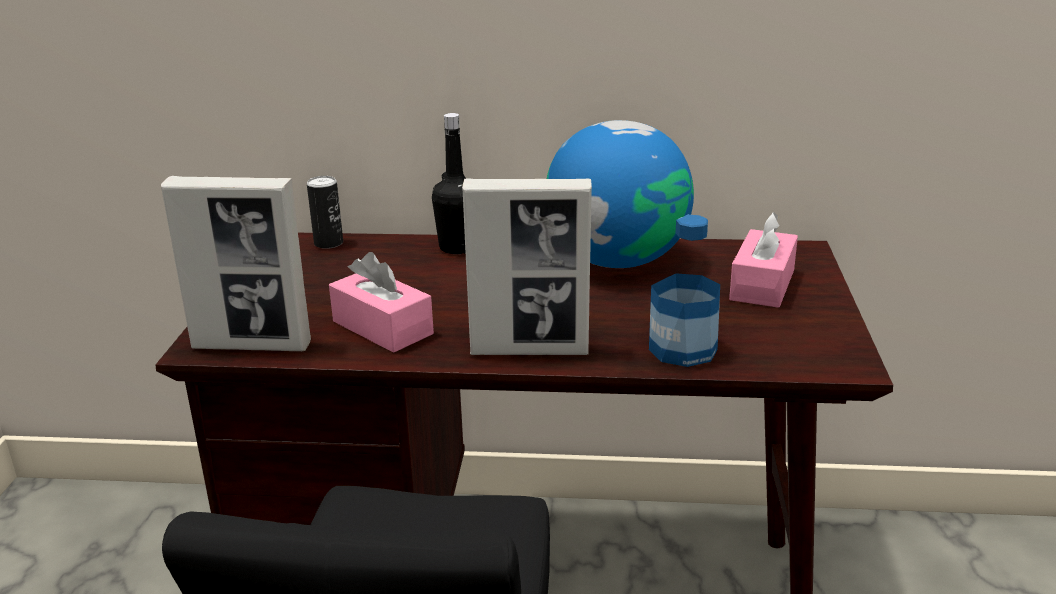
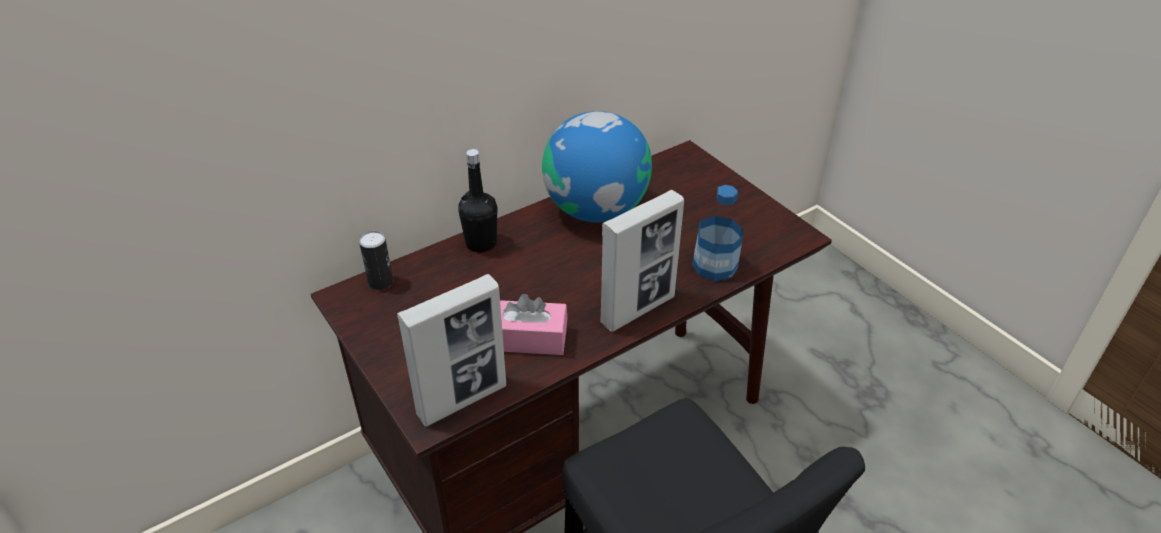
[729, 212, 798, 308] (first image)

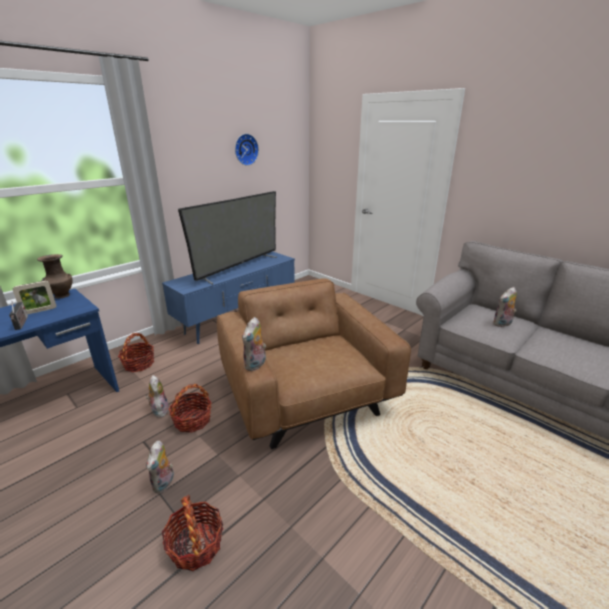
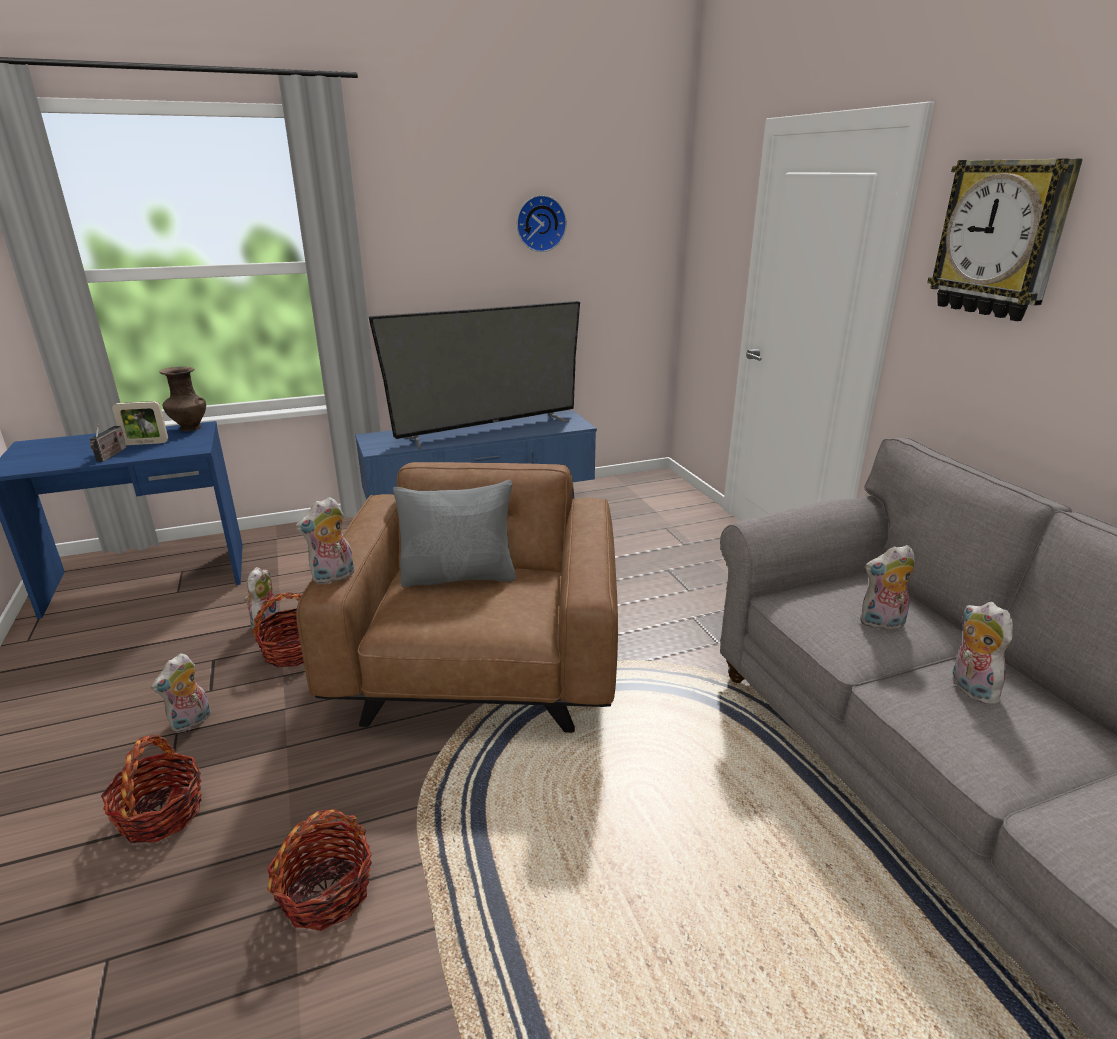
[393, 480, 516, 587]
[927, 158, 1083, 321]
[952, 602, 1013, 705]
[267, 809, 372, 931]

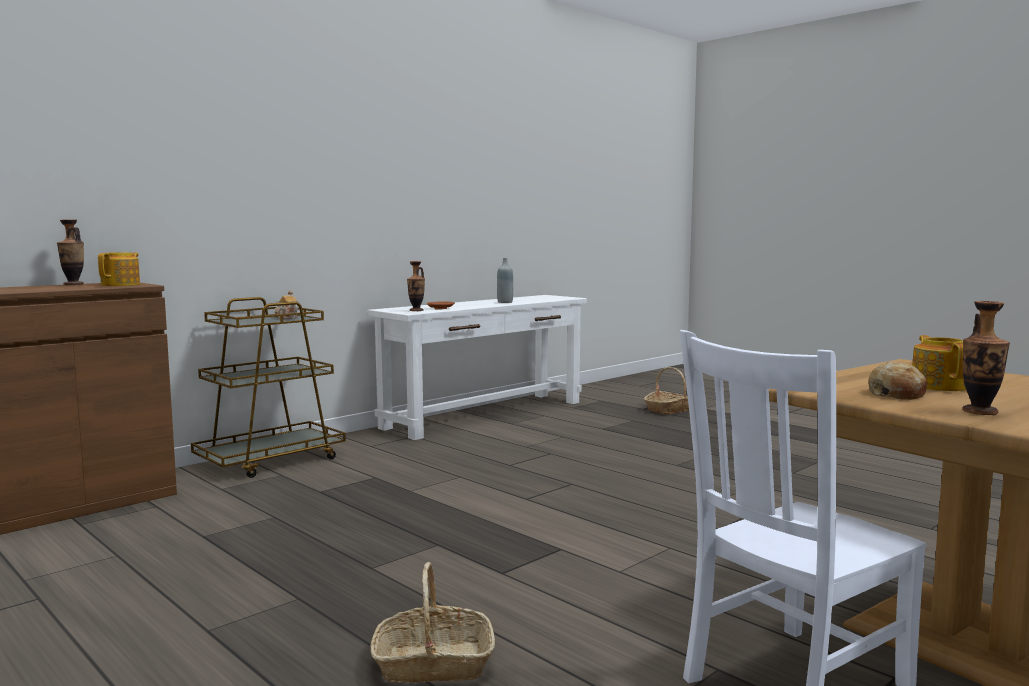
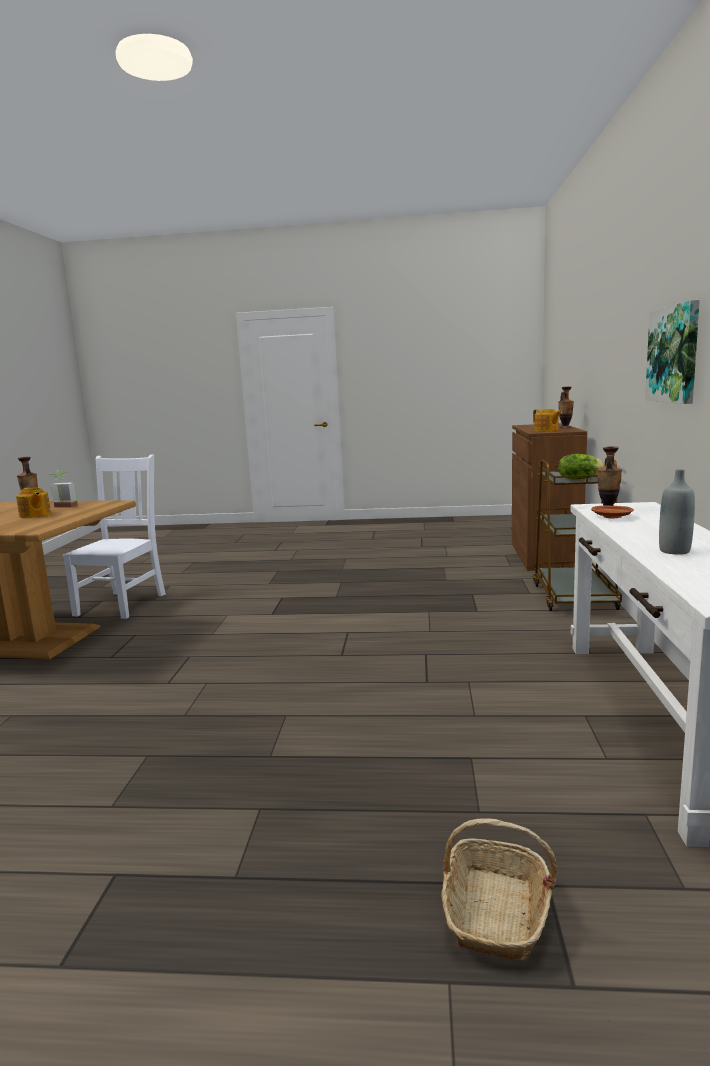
[371, 562, 495, 682] (first image)
[645, 300, 700, 404]
[558, 454, 605, 479]
[51, 470, 78, 508]

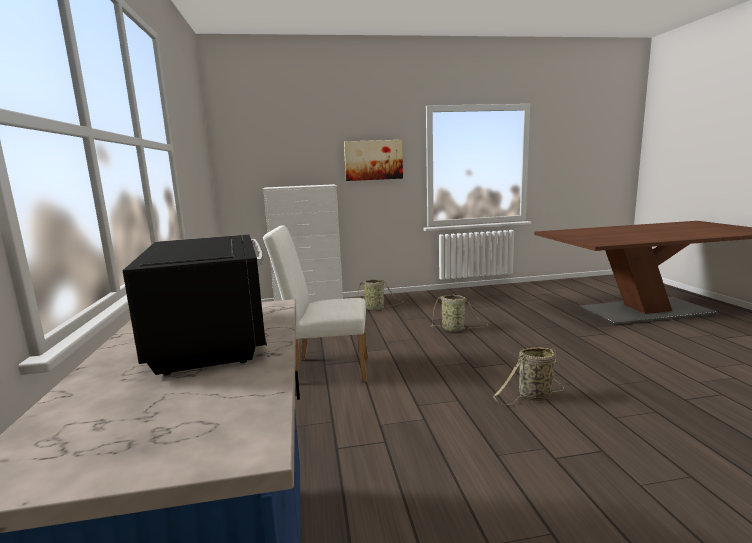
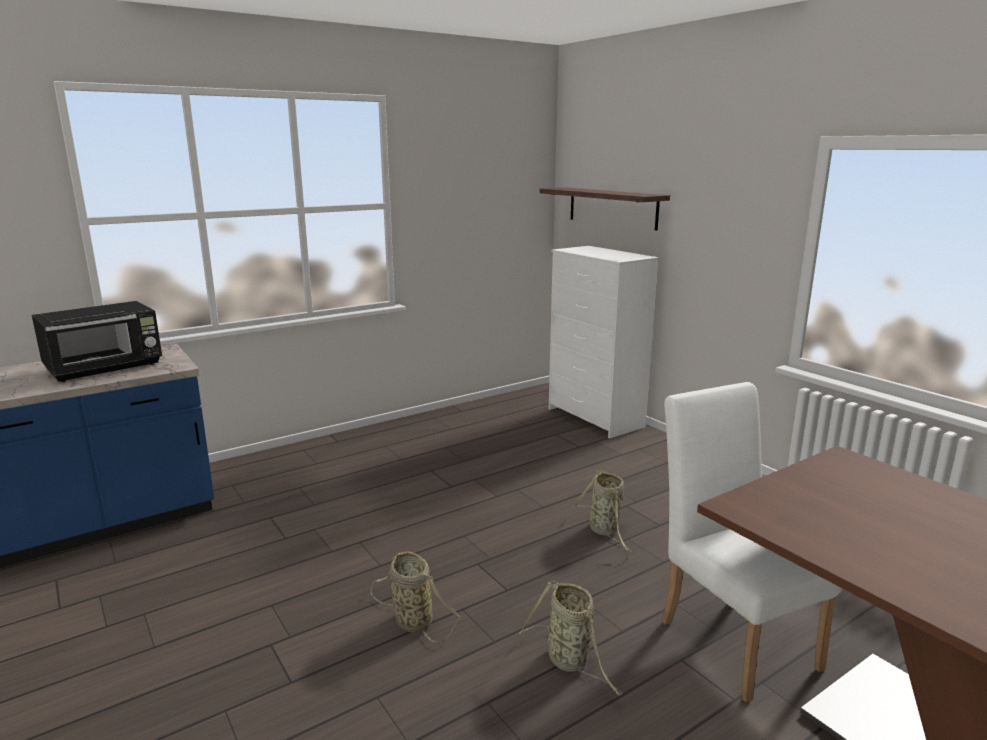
[344, 140, 403, 181] (first image)
[539, 187, 670, 231]
[662, 382, 842, 703]
[519, 581, 622, 695]

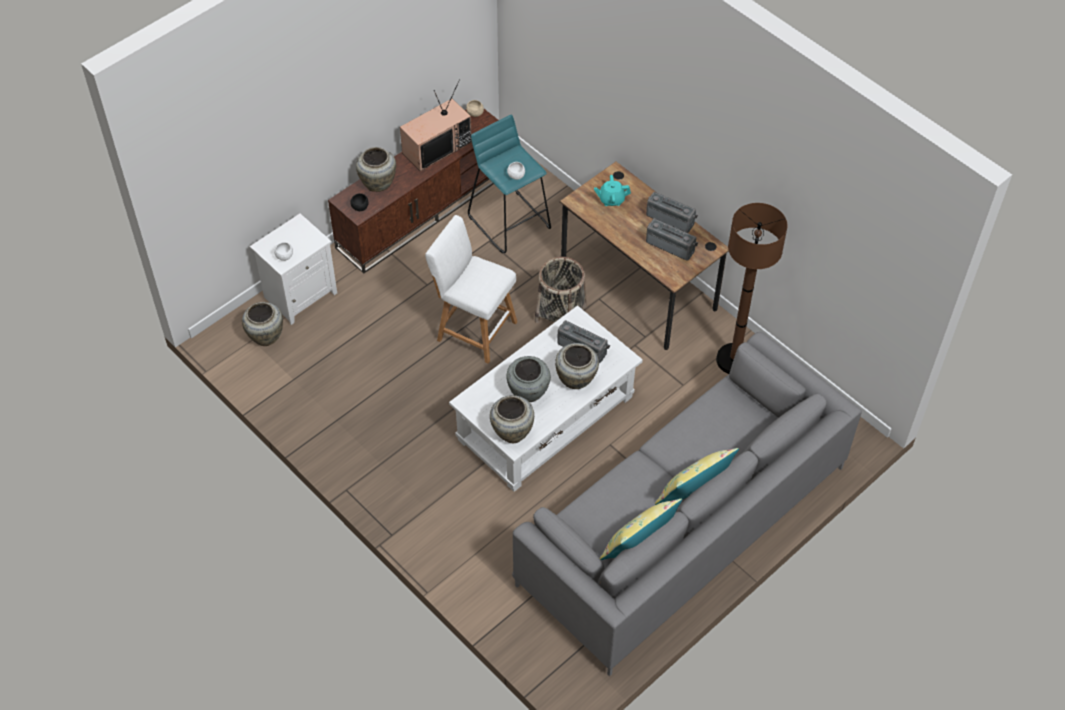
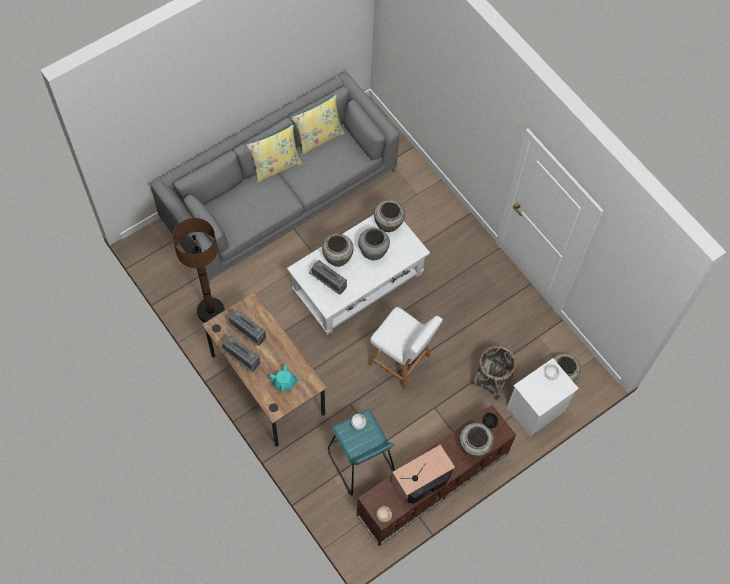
[471, 346, 516, 401]

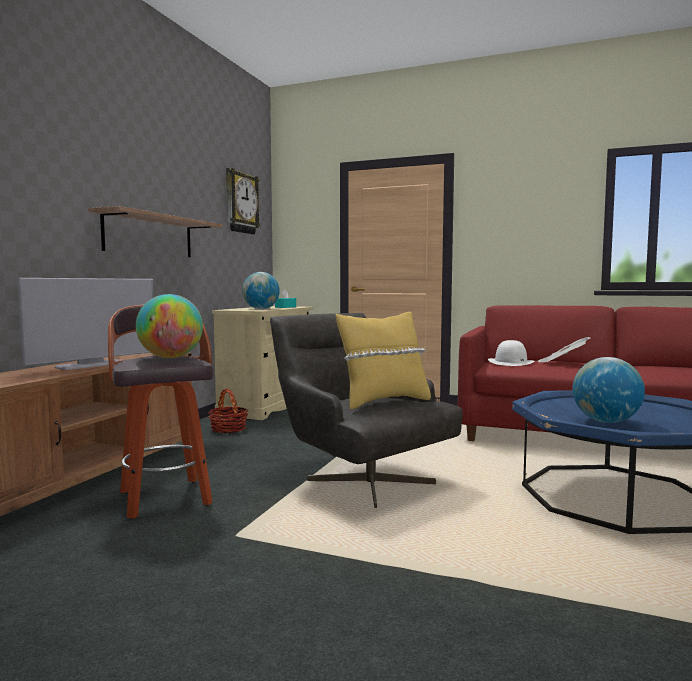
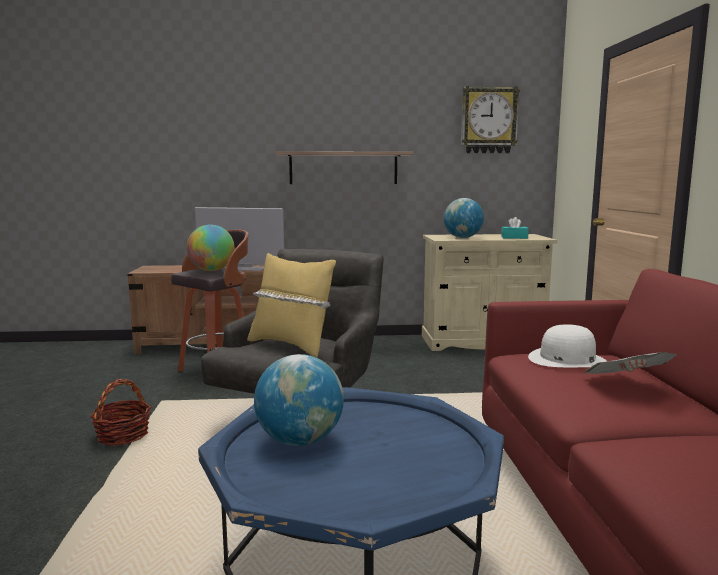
[90, 379, 151, 446]

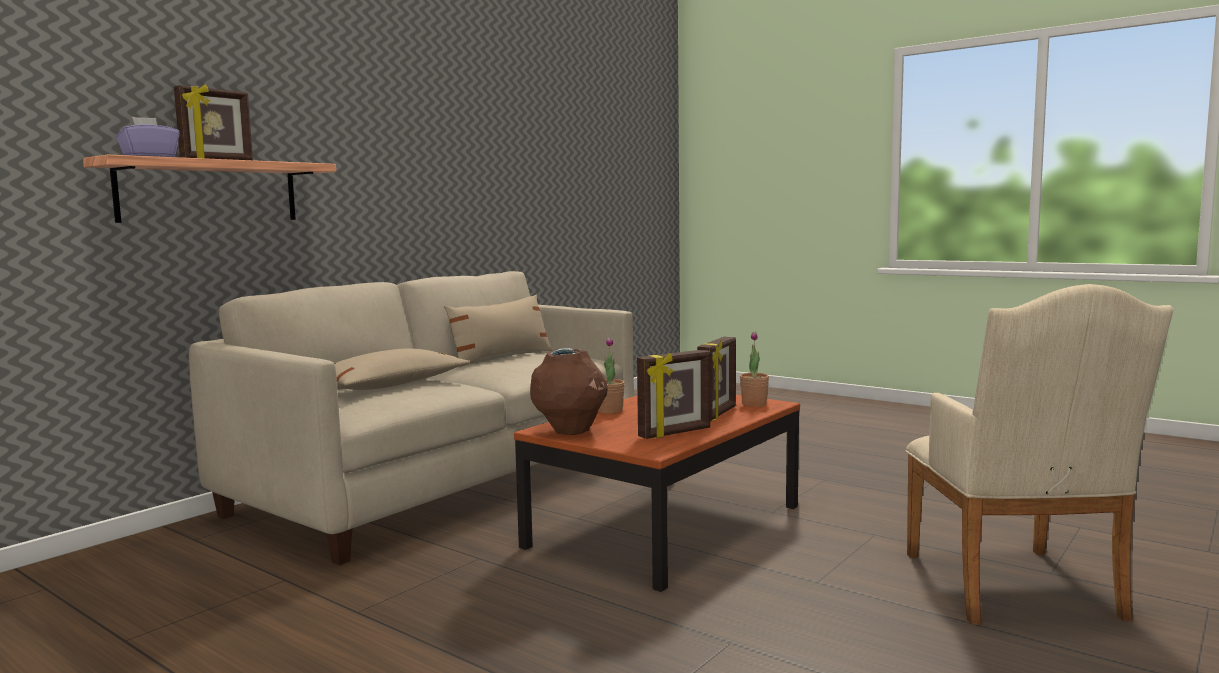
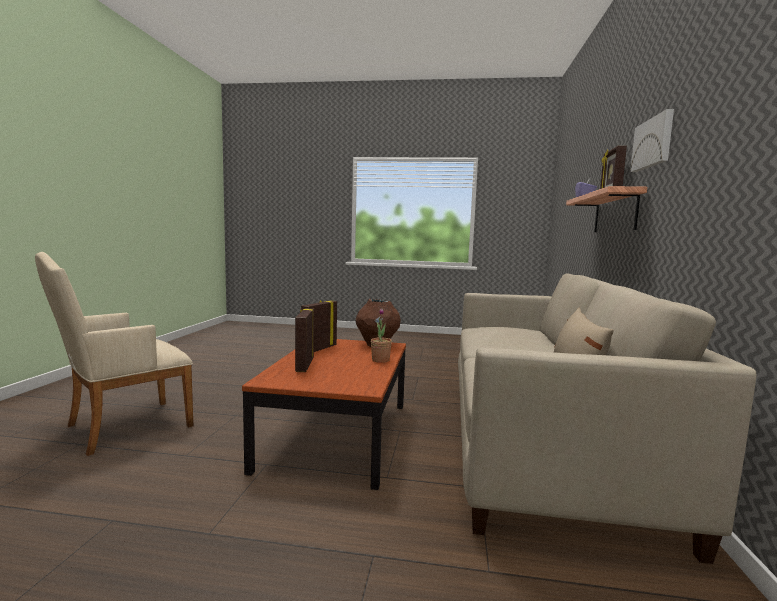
[334, 349, 470, 390] (first image)
[740, 331, 769, 407] (first image)
[630, 109, 674, 172]
[35, 252, 193, 456]

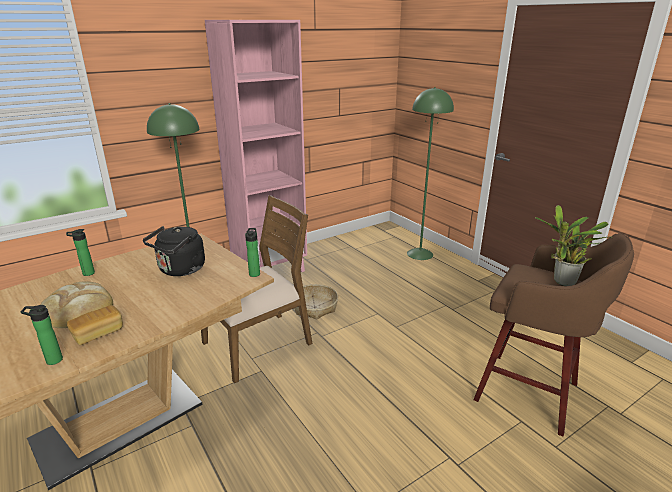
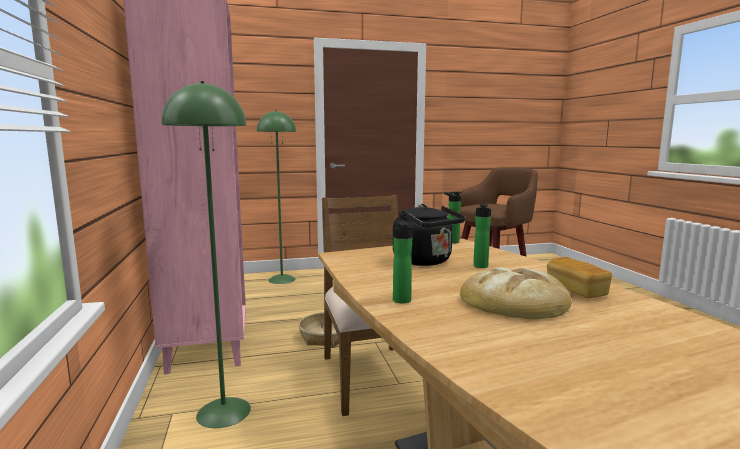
[535, 205, 612, 286] (first image)
[473, 204, 491, 268]

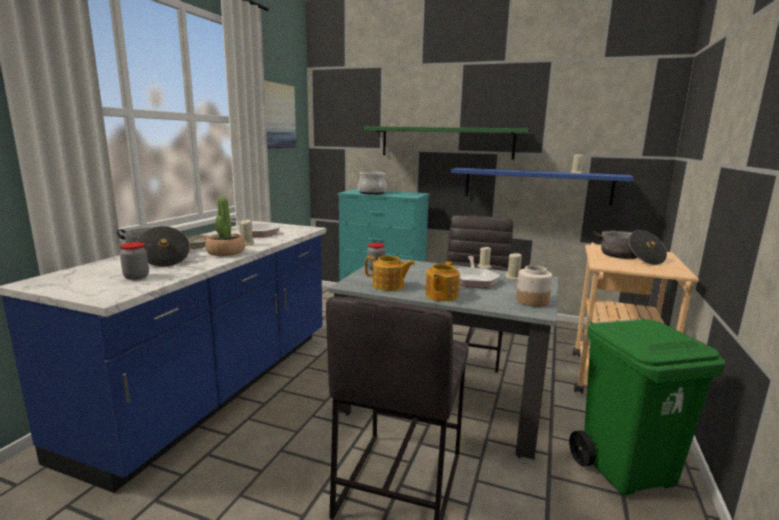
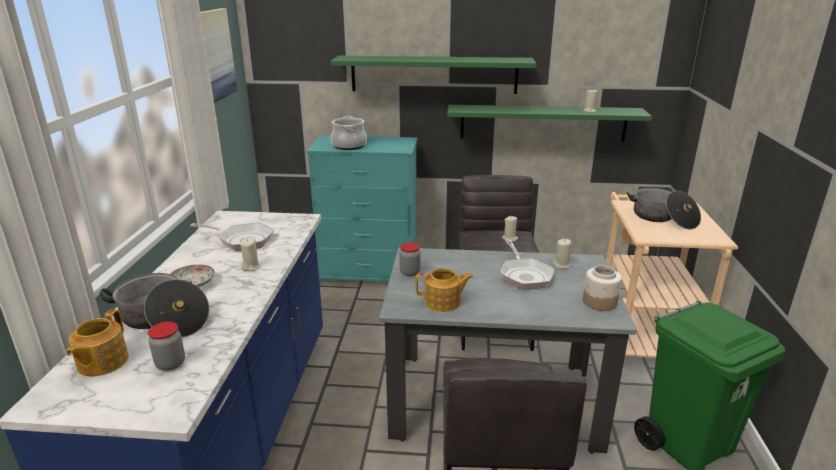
[205, 197, 245, 256] (first image)
[66, 309, 129, 376]
[447, 105, 652, 142]

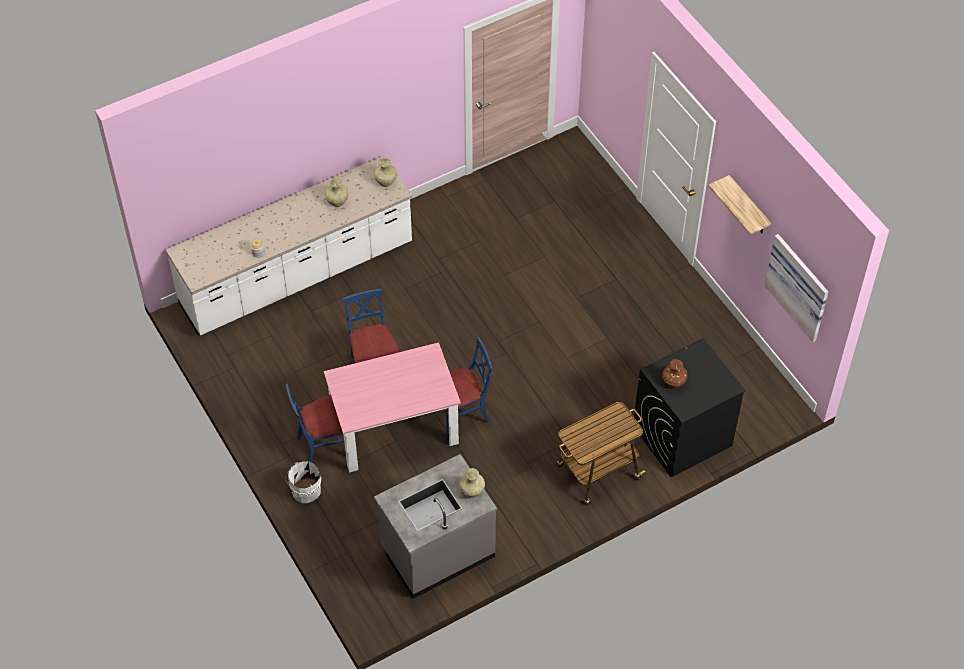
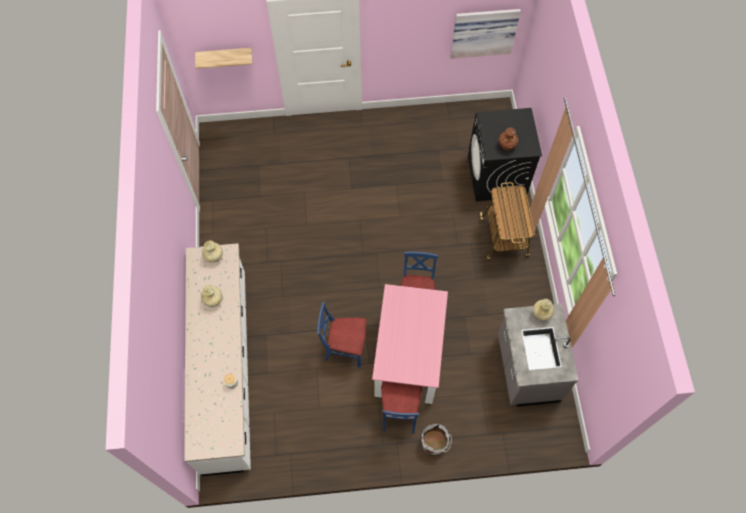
[195, 48, 252, 69]

